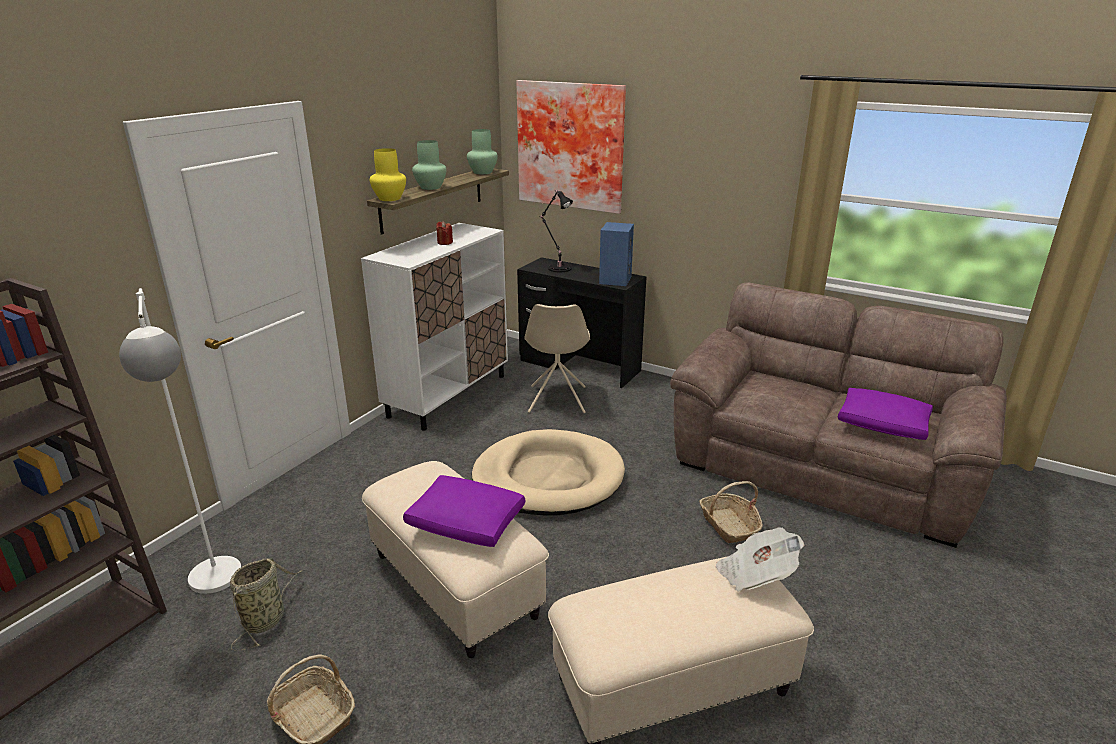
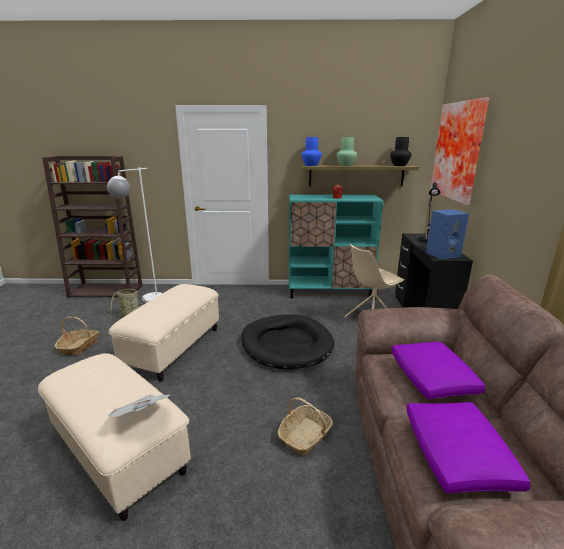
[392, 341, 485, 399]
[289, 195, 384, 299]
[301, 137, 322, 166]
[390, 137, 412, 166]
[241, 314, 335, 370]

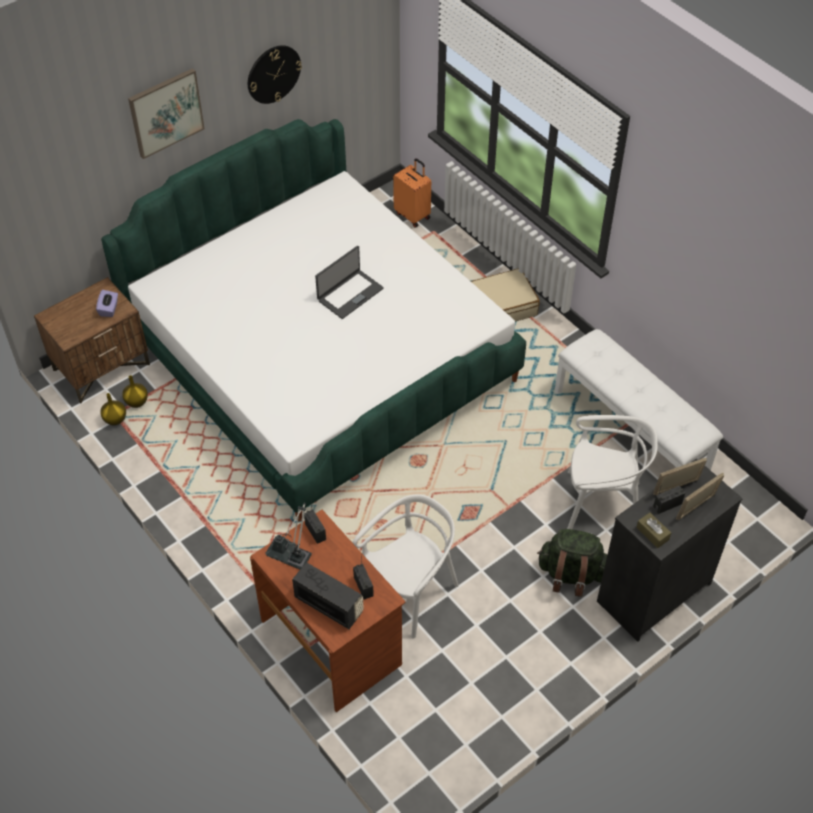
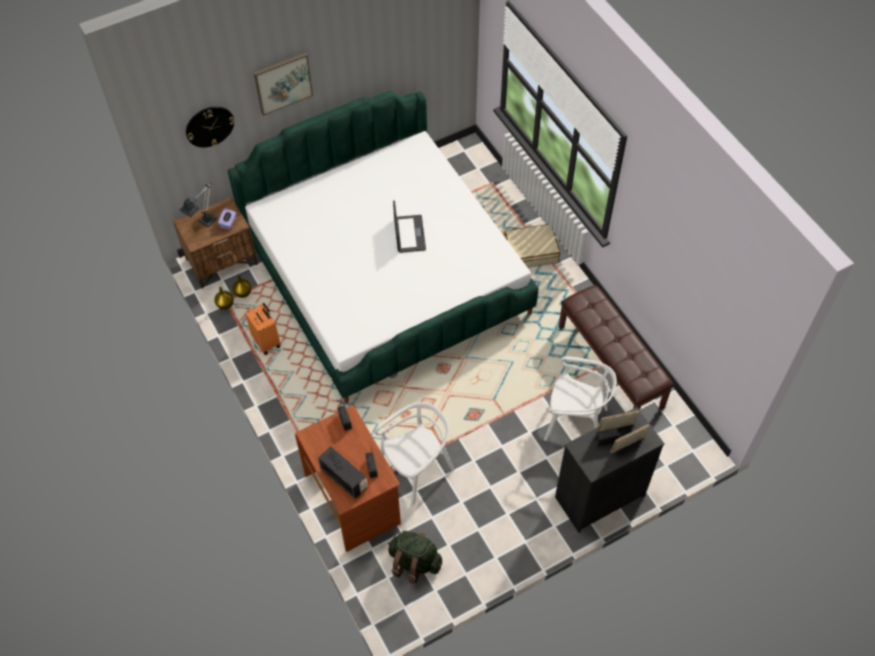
[636, 512, 671, 548] (first image)
[186, 106, 235, 147]
[180, 183, 217, 227]
[245, 303, 280, 355]
[388, 531, 442, 584]
[559, 285, 674, 410]
[393, 200, 426, 253]

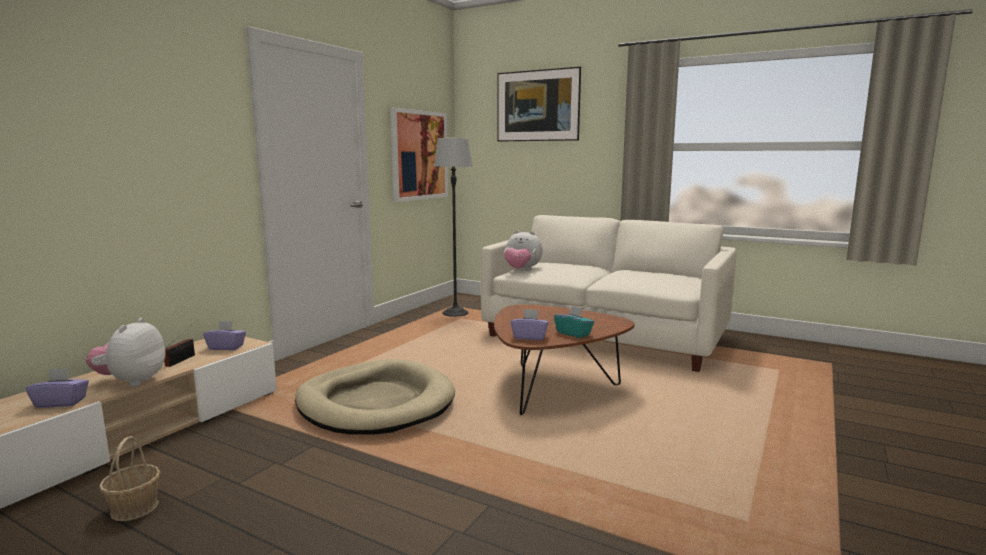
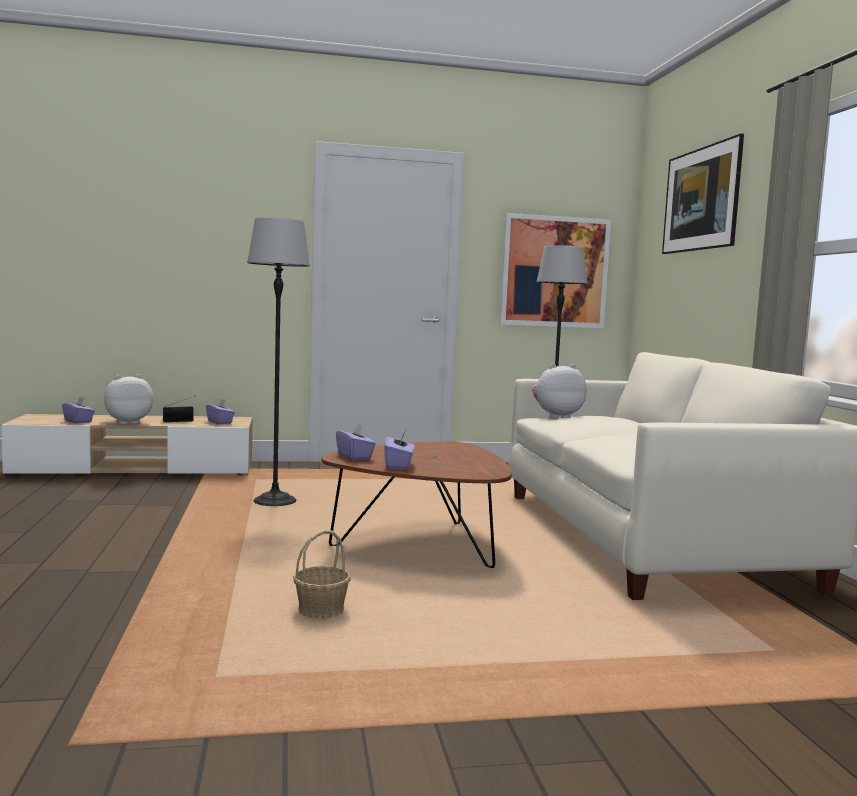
[293, 530, 351, 619]
[247, 217, 310, 506]
[384, 432, 415, 469]
[532, 363, 587, 419]

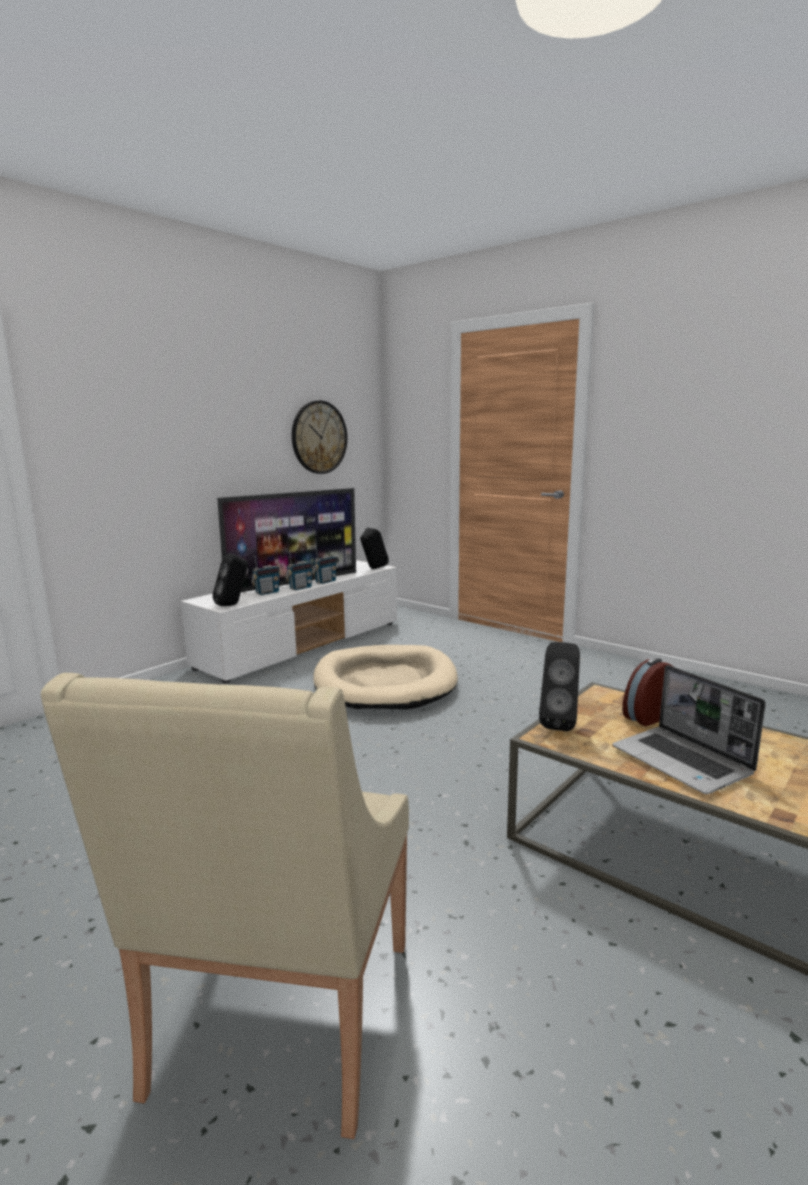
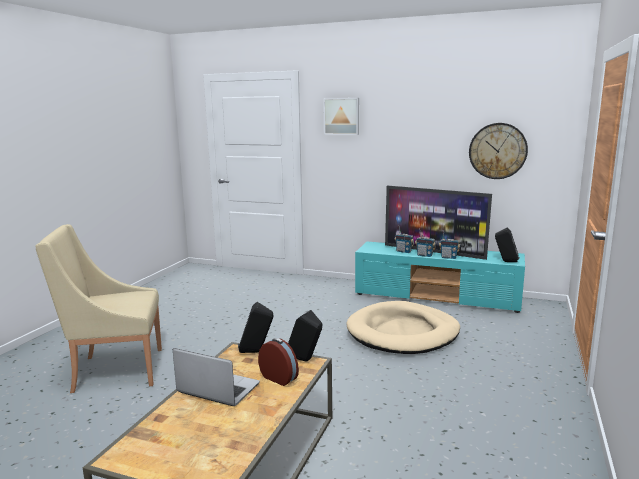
[323, 98, 359, 135]
[288, 310, 323, 362]
[355, 242, 525, 313]
[173, 348, 260, 406]

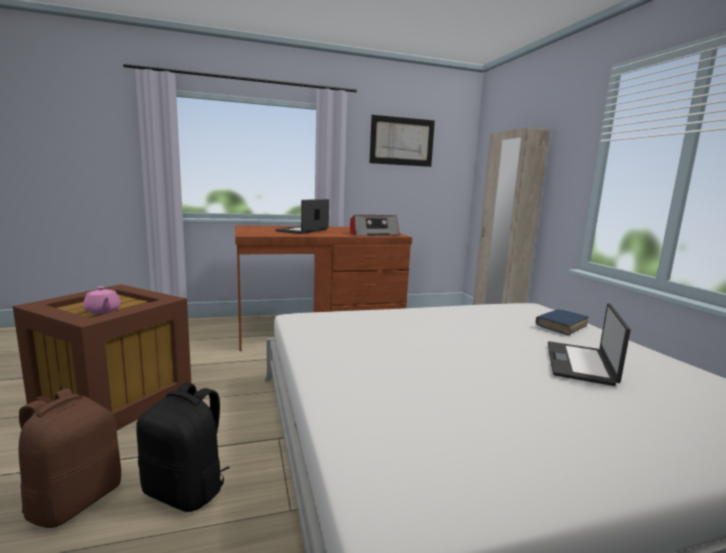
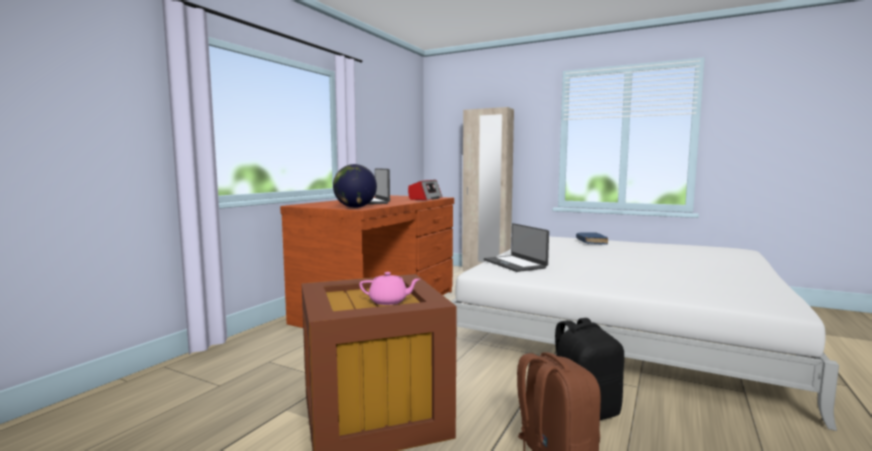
[369, 115, 435, 167] (first image)
[333, 164, 377, 208]
[484, 223, 549, 272]

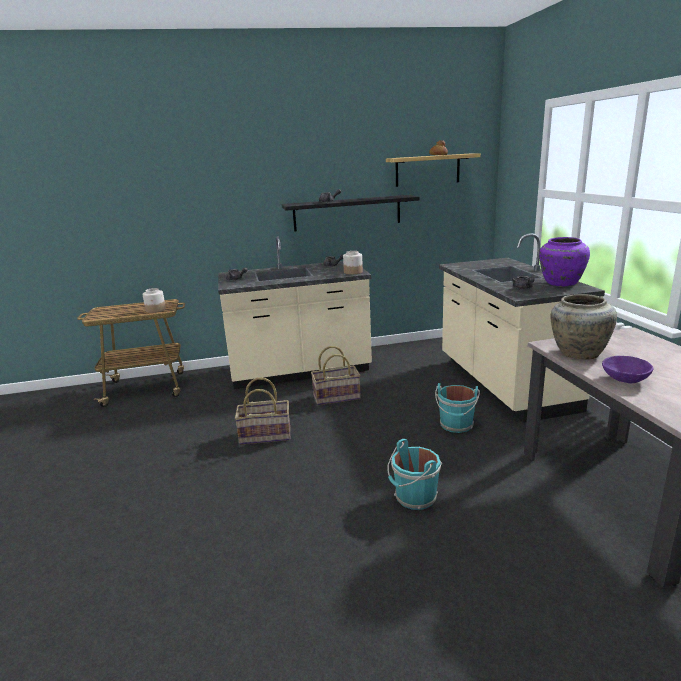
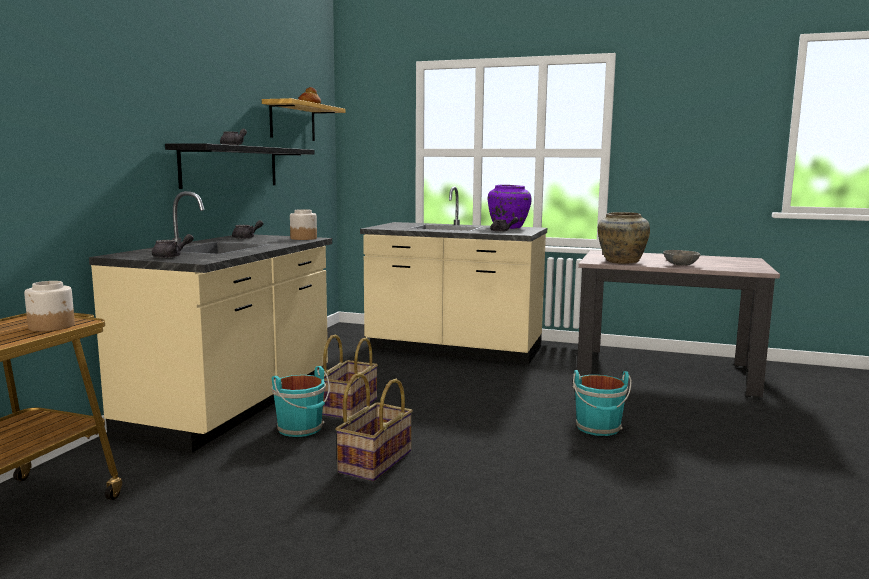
[272, 366, 330, 437]
[663, 250, 700, 266]

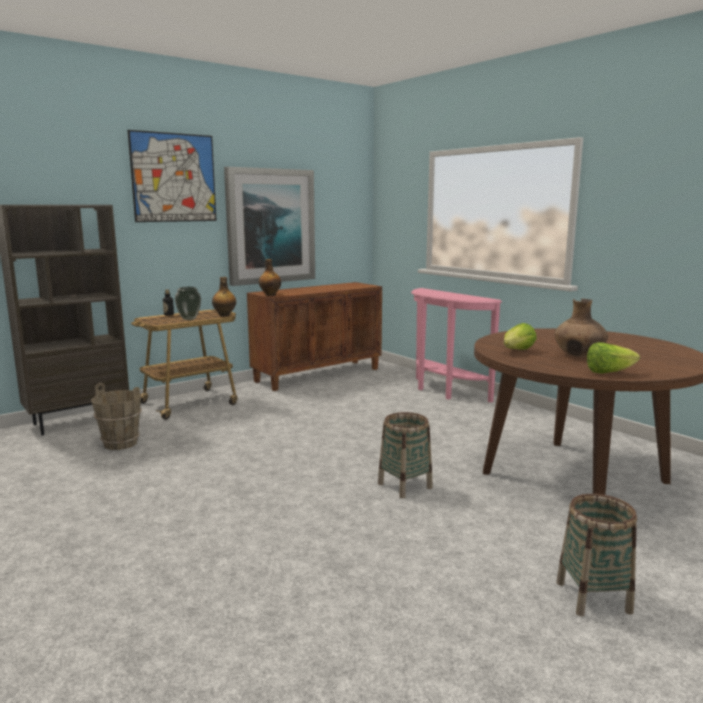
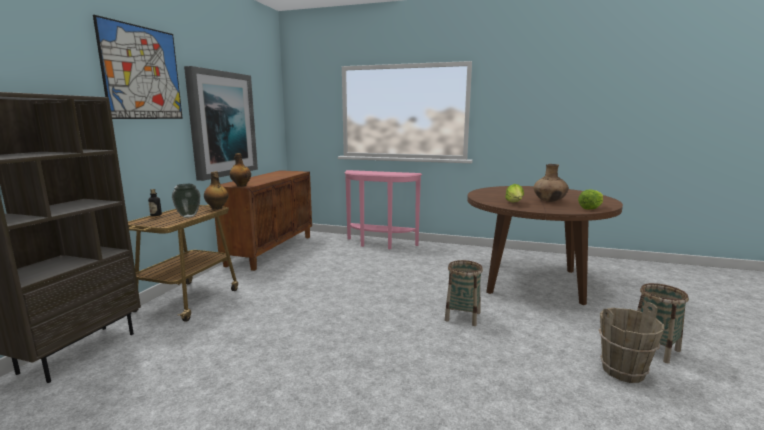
[599, 302, 664, 383]

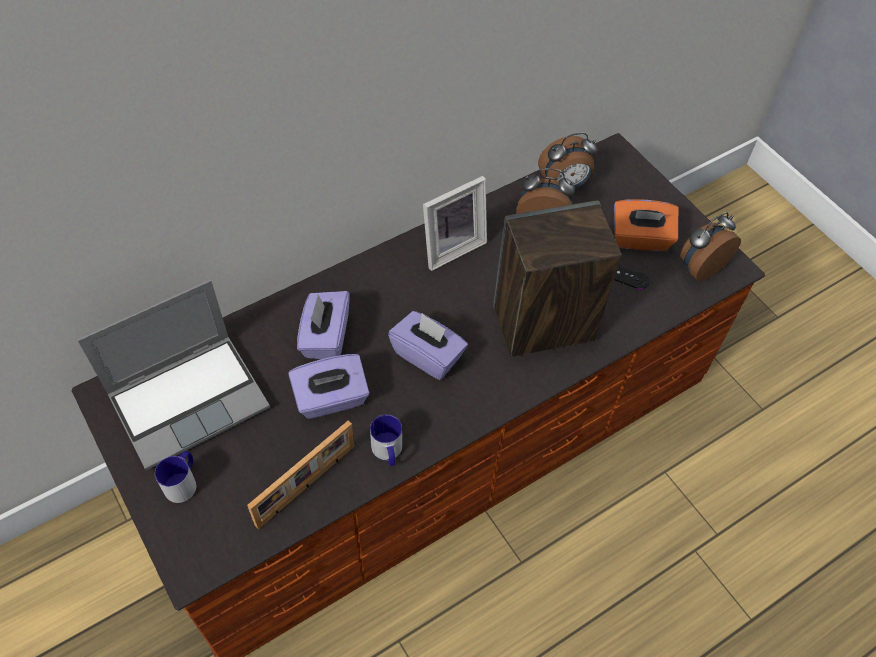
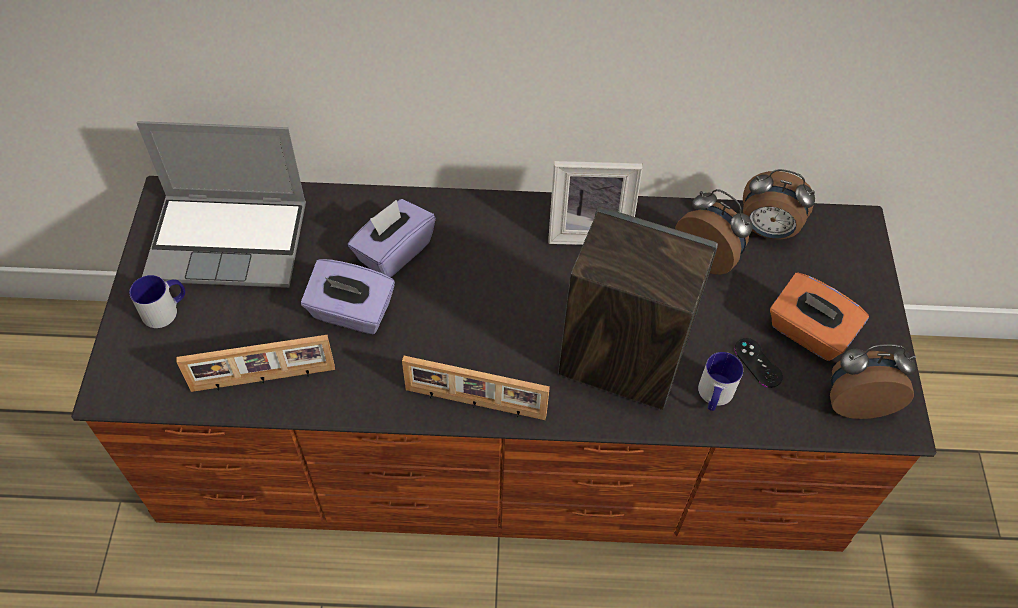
[388, 311, 468, 380] (first image)
[402, 356, 550, 420]
[698, 352, 743, 411]

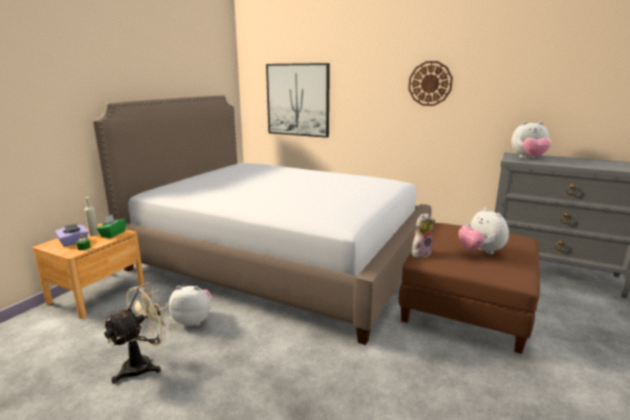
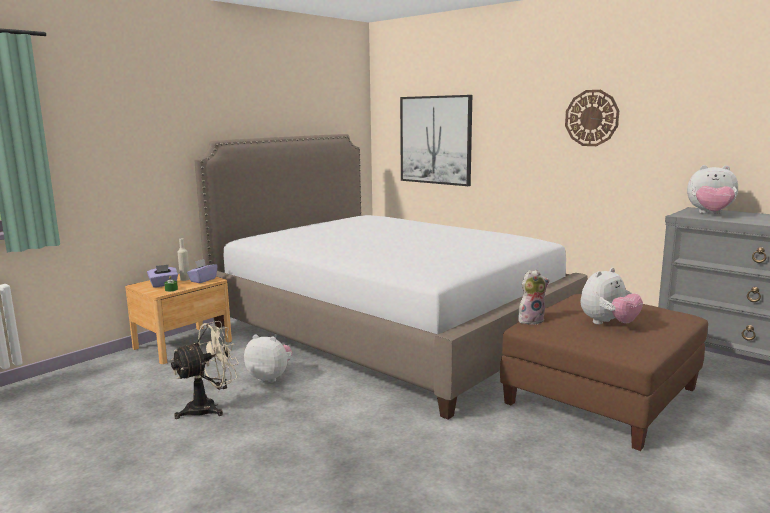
[187, 259, 218, 283]
[581, 268, 643, 324]

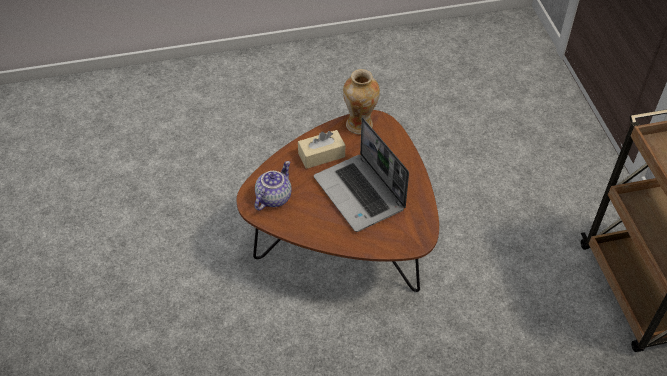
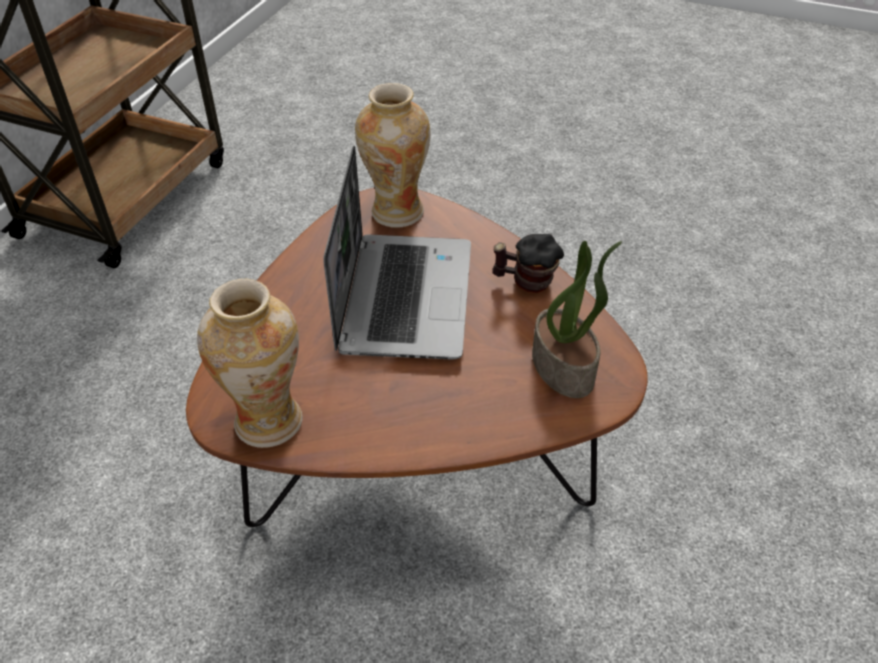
[298, 130, 345, 169] (first image)
[355, 83, 431, 228]
[492, 234, 564, 293]
[532, 241, 622, 398]

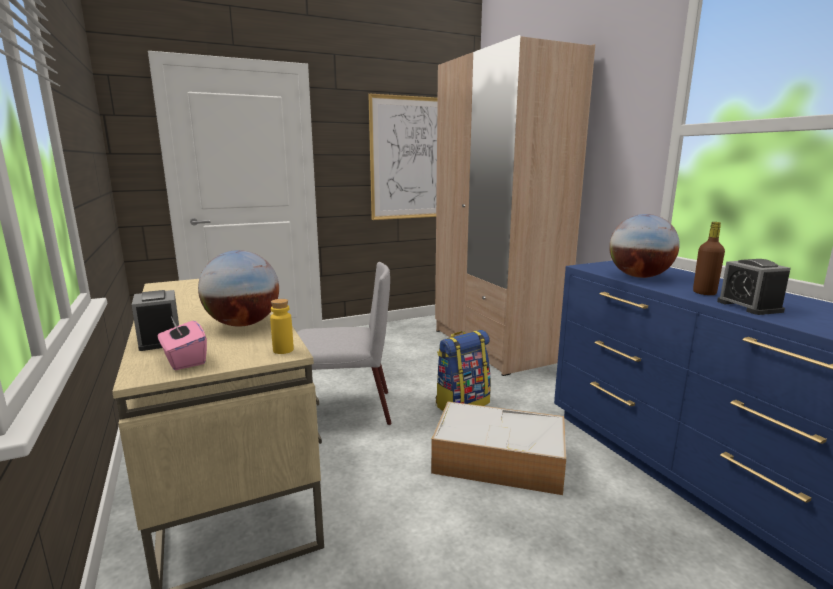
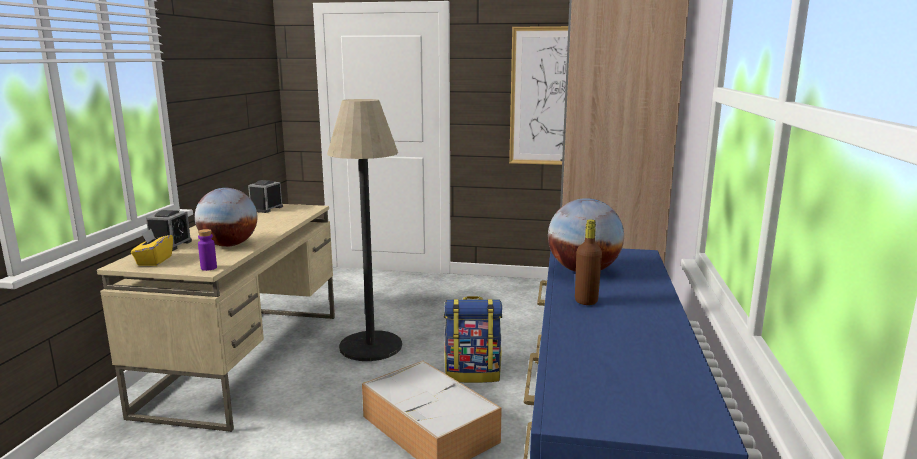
[248, 180, 283, 213]
[327, 99, 402, 361]
[131, 229, 173, 266]
[198, 229, 217, 271]

